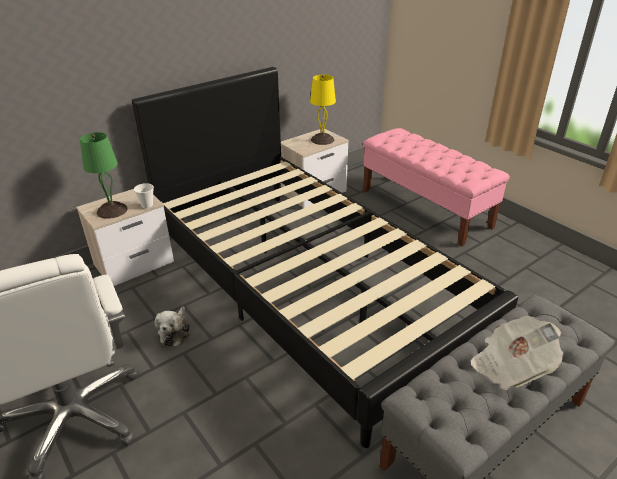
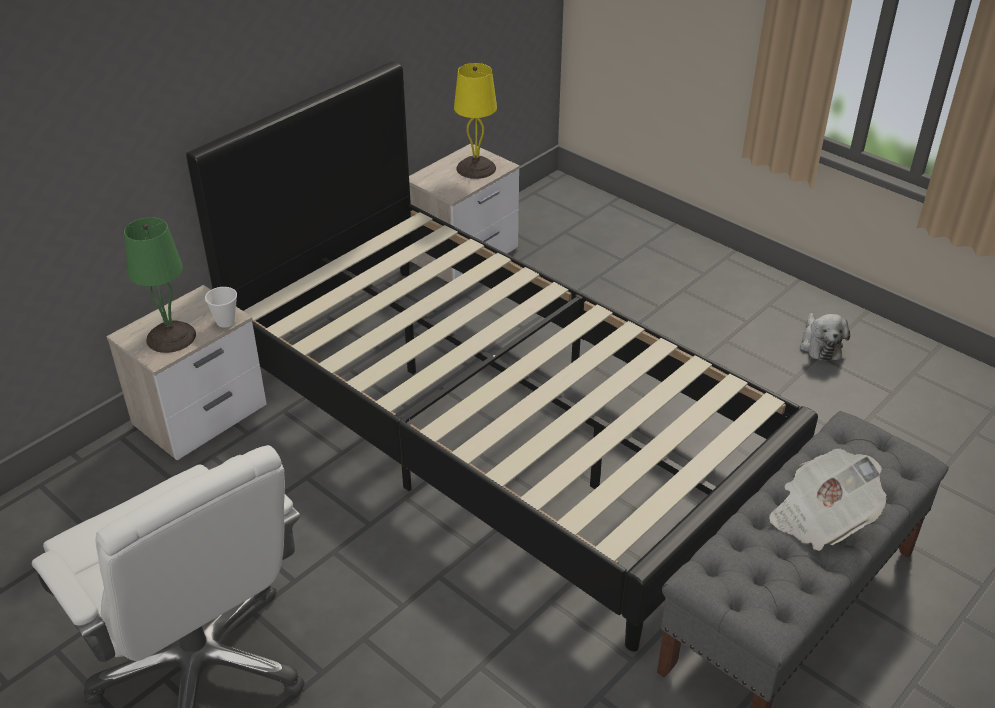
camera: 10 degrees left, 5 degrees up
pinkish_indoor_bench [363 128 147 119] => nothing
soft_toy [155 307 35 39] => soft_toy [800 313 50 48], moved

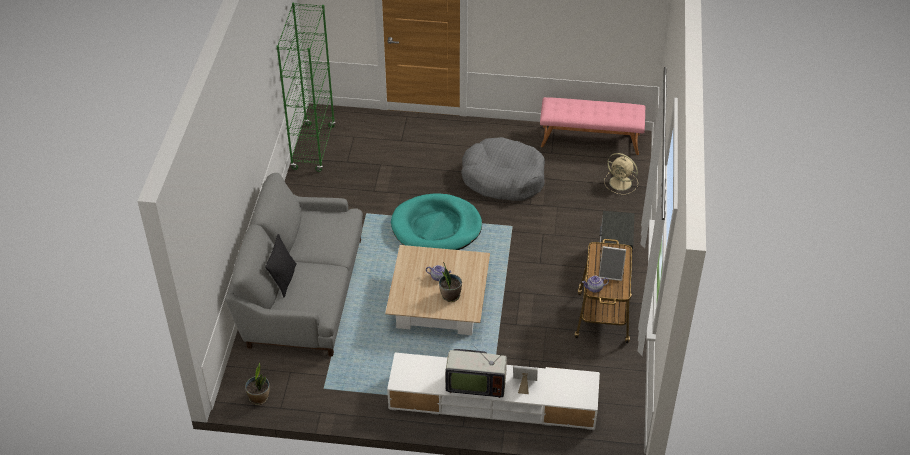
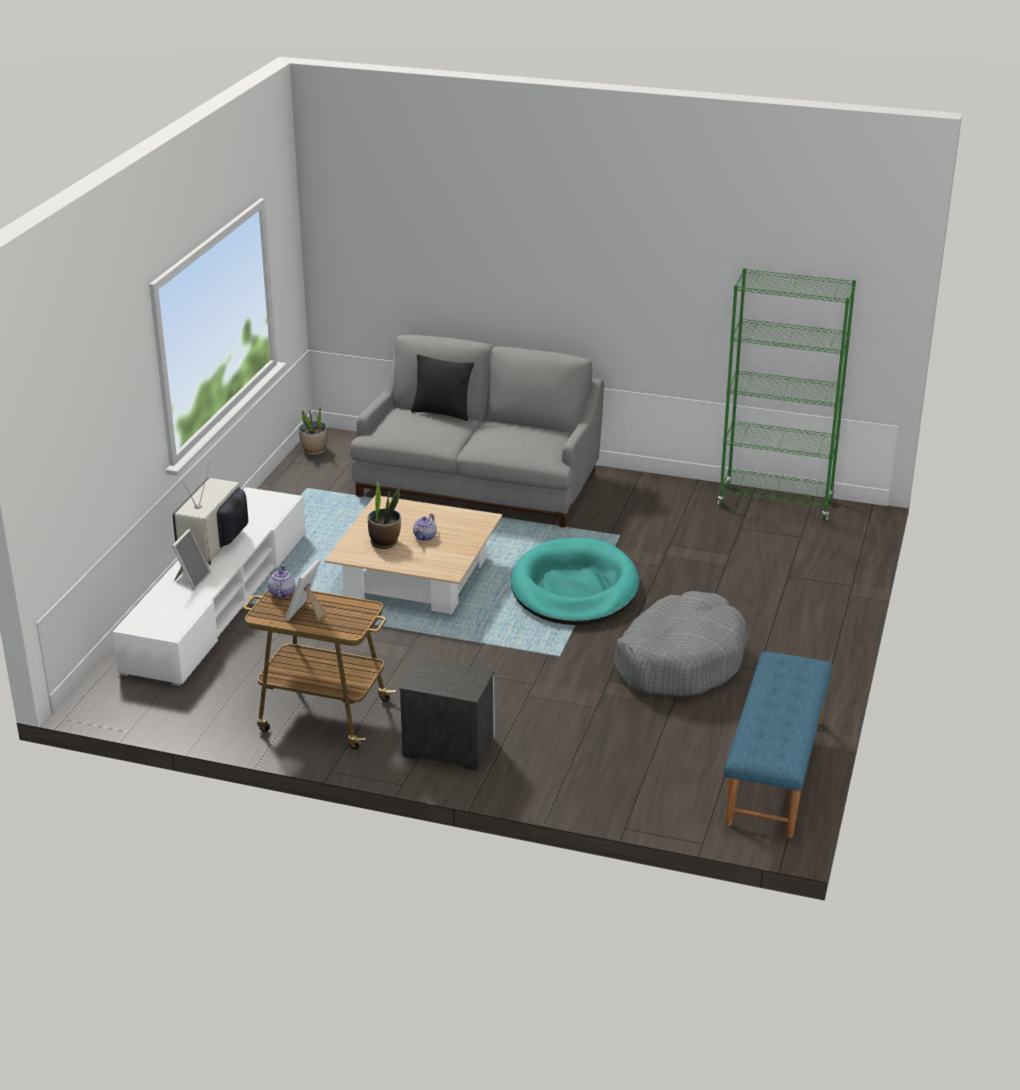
camera: 100 degrees right, 15 degrees down
pinkish_indoor_bench [540 97 105 58] => bluish_indoor_bench [724 652 109 186]
sand-coloured_cooling_fan [604 153 34 42] => nothing

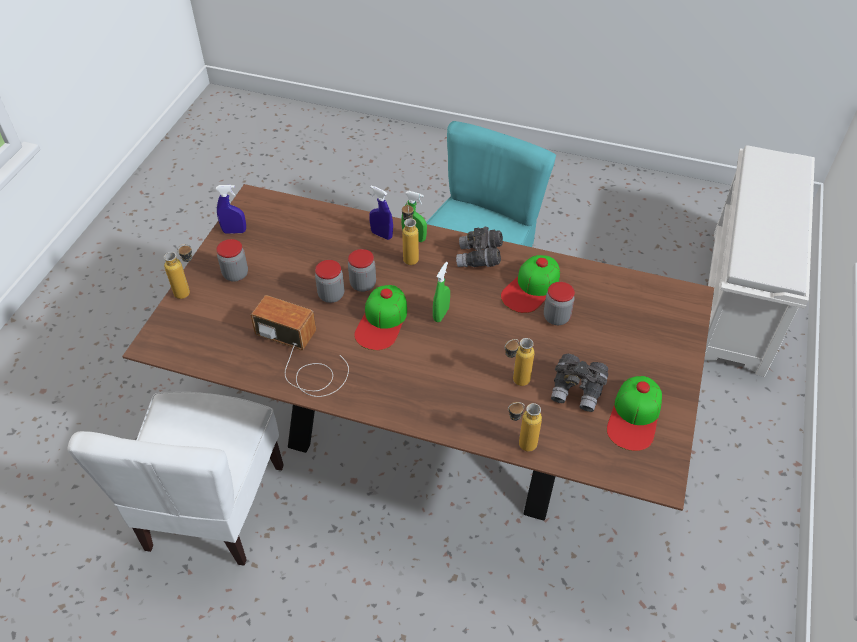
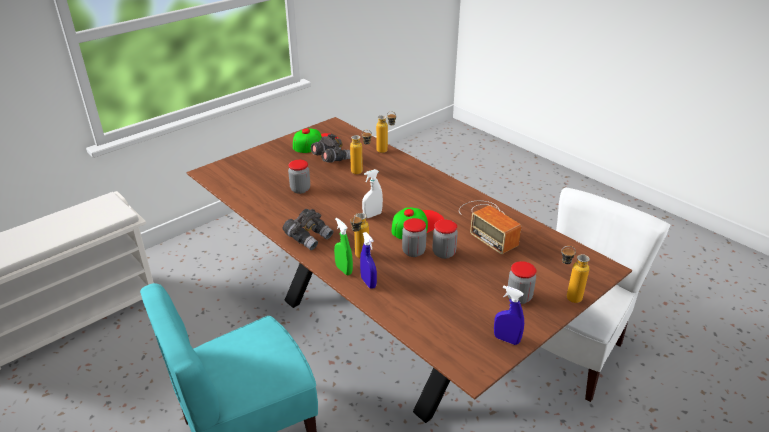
camera: 150 degrees left, 15 degrees down
peaked_cap [501 255 59 58] => nothing
green-coloured_hand_sprayer [433 262 17 60] => white_hand_sprayer [362 169 21 49]

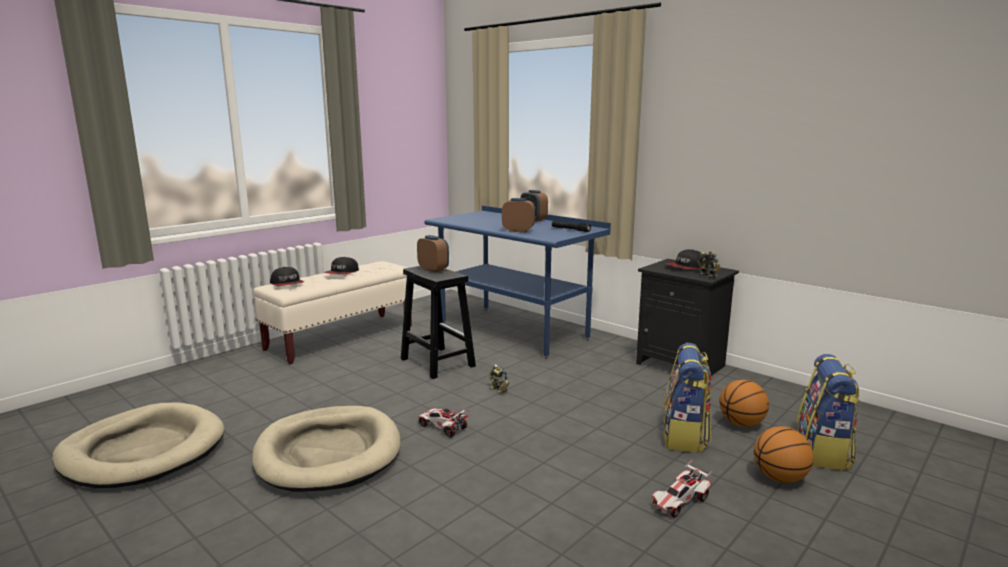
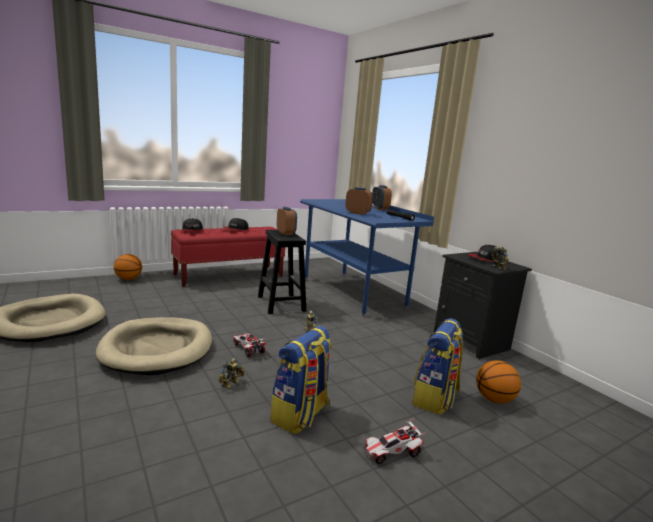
camera: 15 degrees right, 0 degrees up
sand-coloured_indoor_bench [253 261 159 104] => red_indoor_bench [171 227 114 60]
rucksack [797 354 62 116] => rucksack [270 326 62 109], moved
basketball_ball [754 426 60 57] => basketball_ball [114 254 28 26], moved
nothing => robot_figure [219 358 26 31]

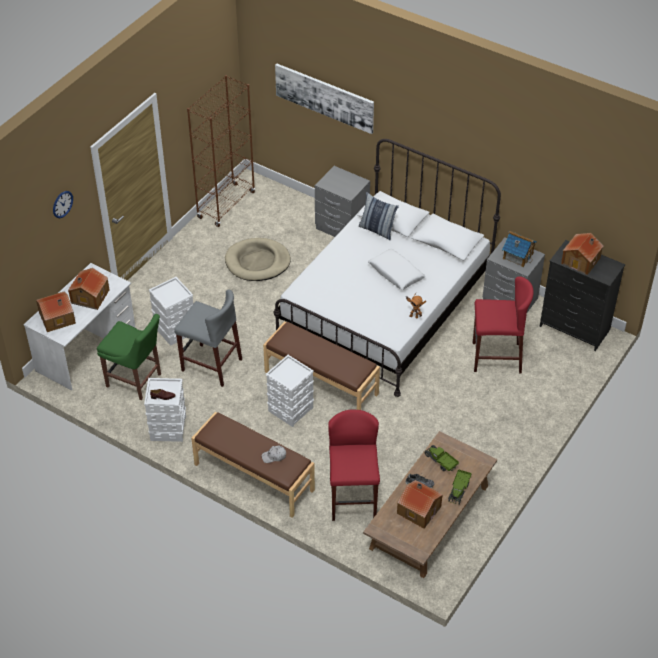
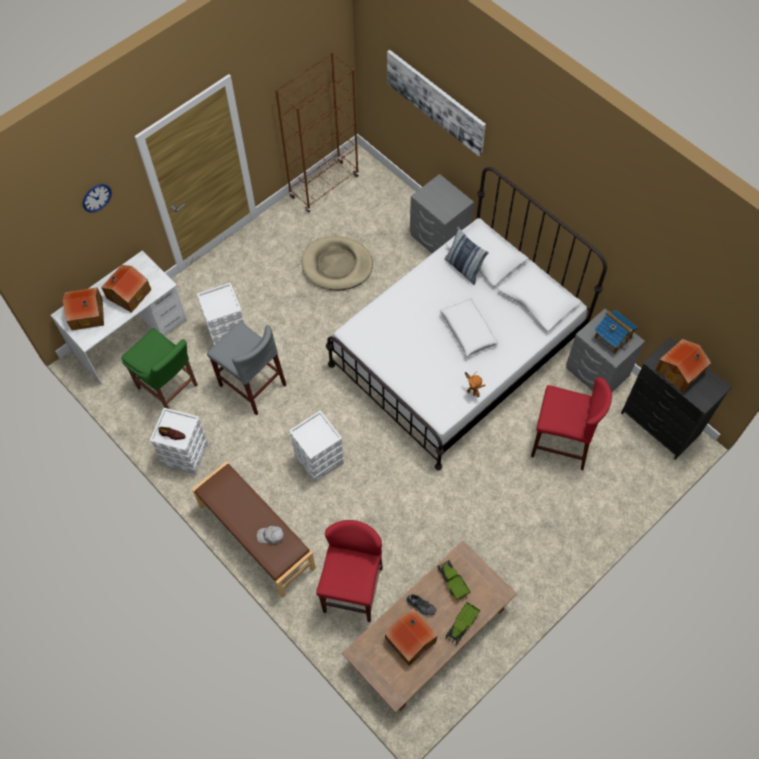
camera: 15 degrees right, 15 degrees up
brown-coloured_indoor_bench [263 321 117 89] => nothing

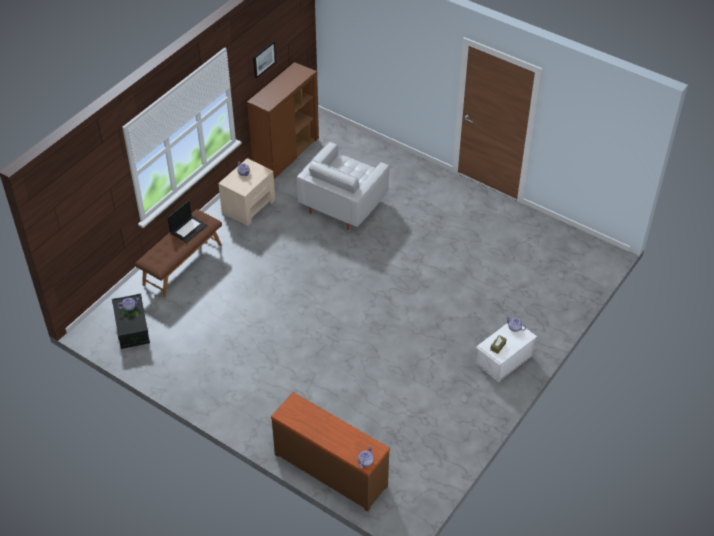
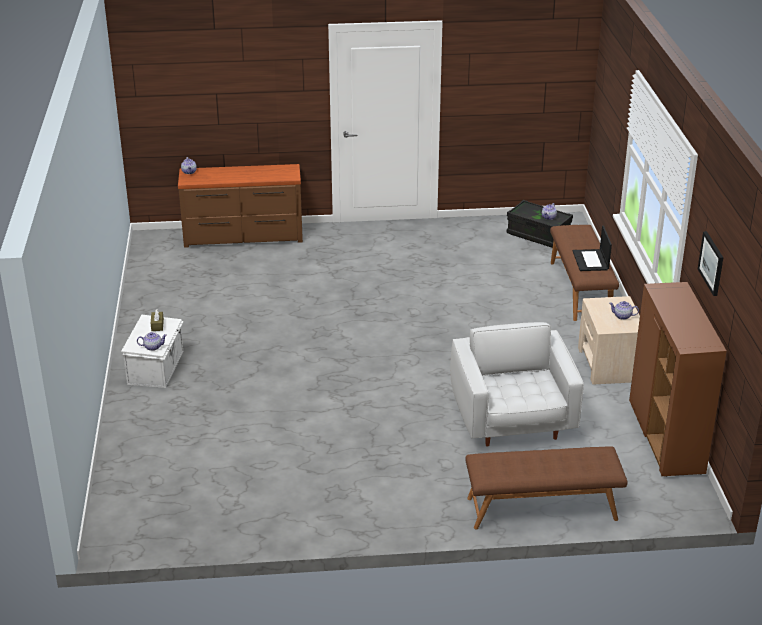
camera: 140 degrees right, 15 degrees down
nothing => brown-coloured_indoor_bench [465 447 163 82]

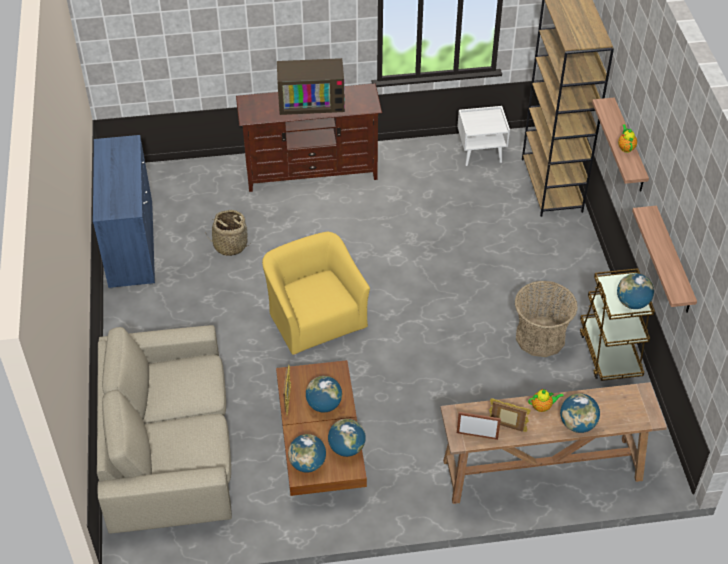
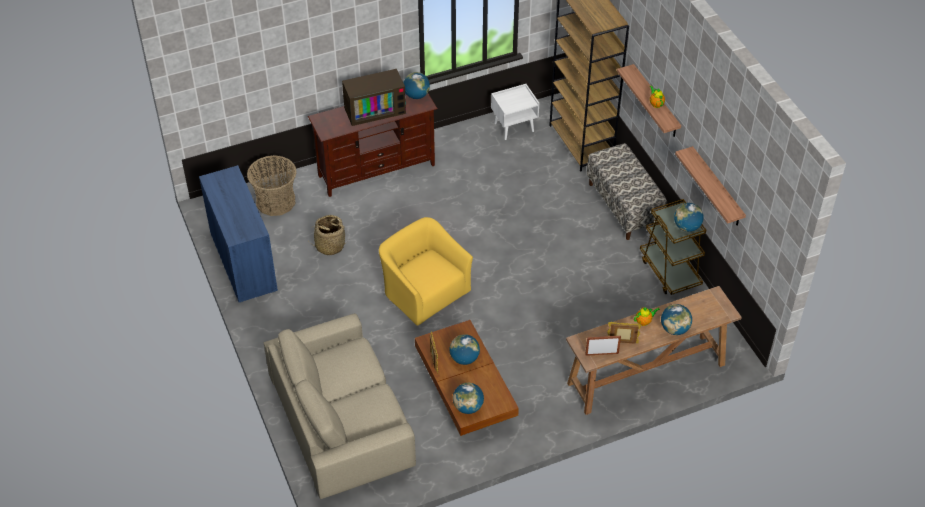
camera: 15 degrees left, 0 degrees up
basket [515 281 63 76] => basket [247 155 49 61], moved
globe [328 419 38 38] => globe [403 72 27 27], moved
nothing => indoor_bench [587 143 80 97]

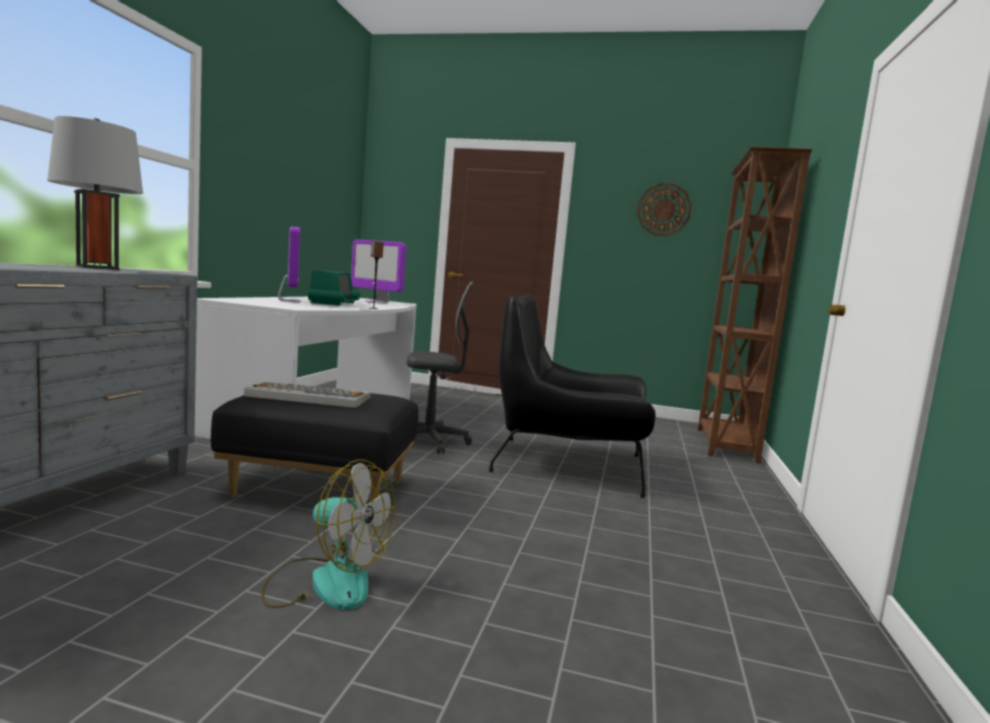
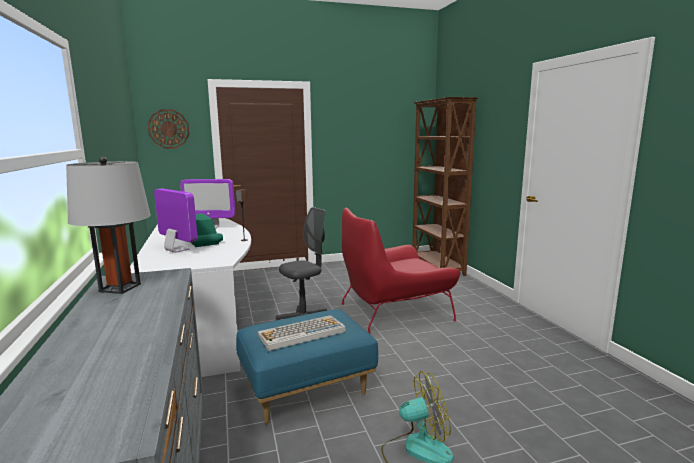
camera: 30 degrees left, 5 degrees up
hanging_clock [637 183 55 53] => hanging_clock [148 109 42 40], moved
blackish_lounge_chair [489 295 167 203] => red_lounge_chair [342 208 118 125]
blackish_ottoman [211 393 208 109] => bluish_ottoman [236 309 142 115]

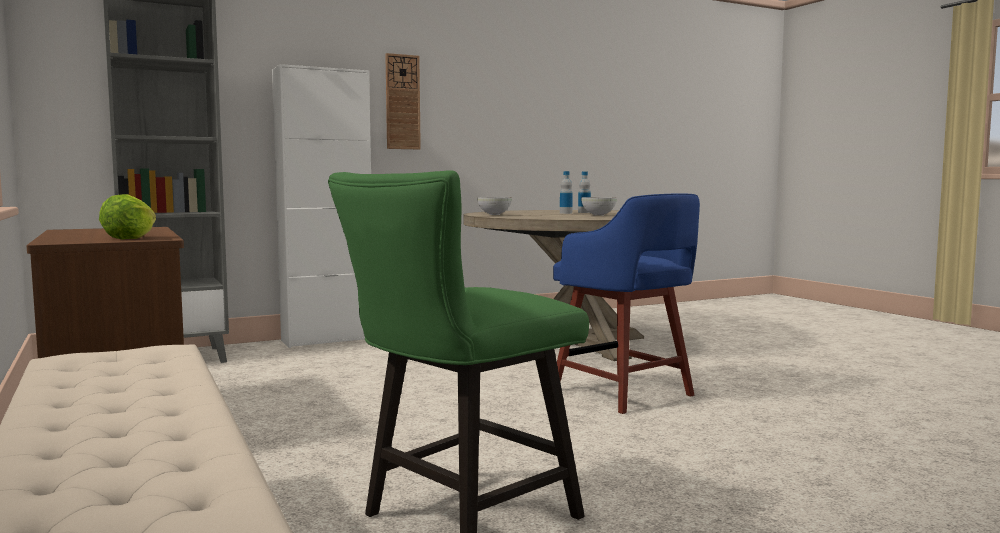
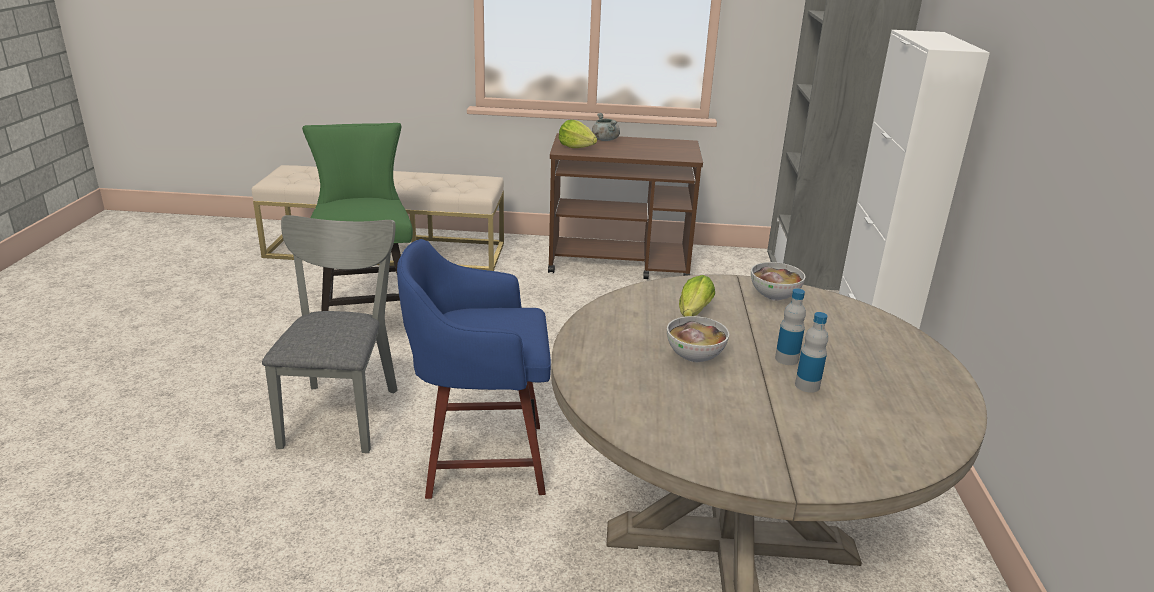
camera: 120 degrees right, 20 degrees up
hanging_clock [385 53 36 97] => nothing
nothing => gray_saucepot [592 113 28 28]
nothing => gray_upright_chair [262 215 136 238]
nothing => head_of_lettuce [679 275 36 42]

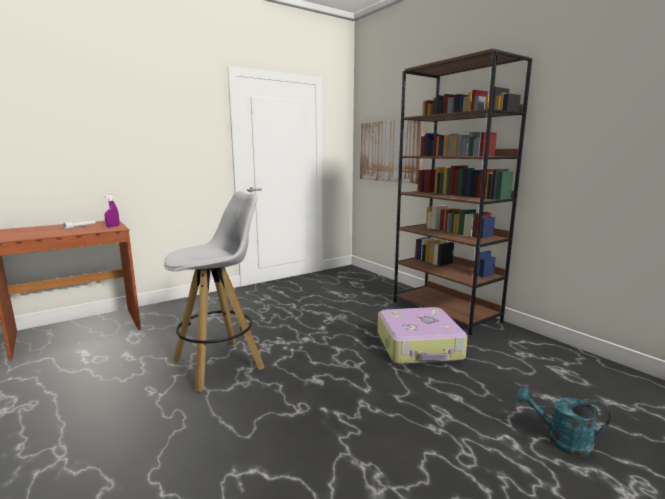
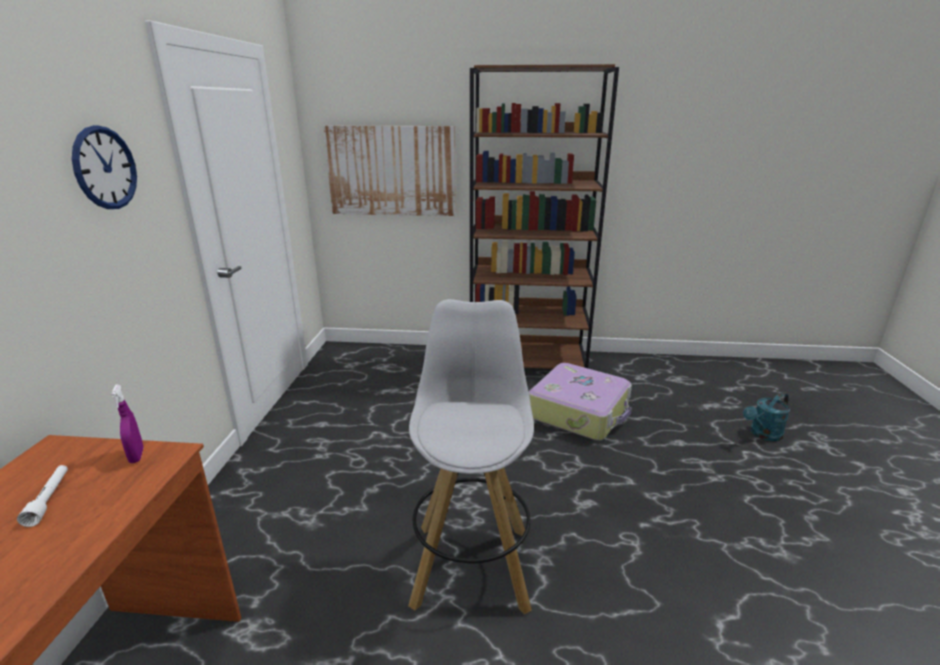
camera: 50 degrees left, 10 degrees up
nothing => hanging_clock [72 125 65 84]

